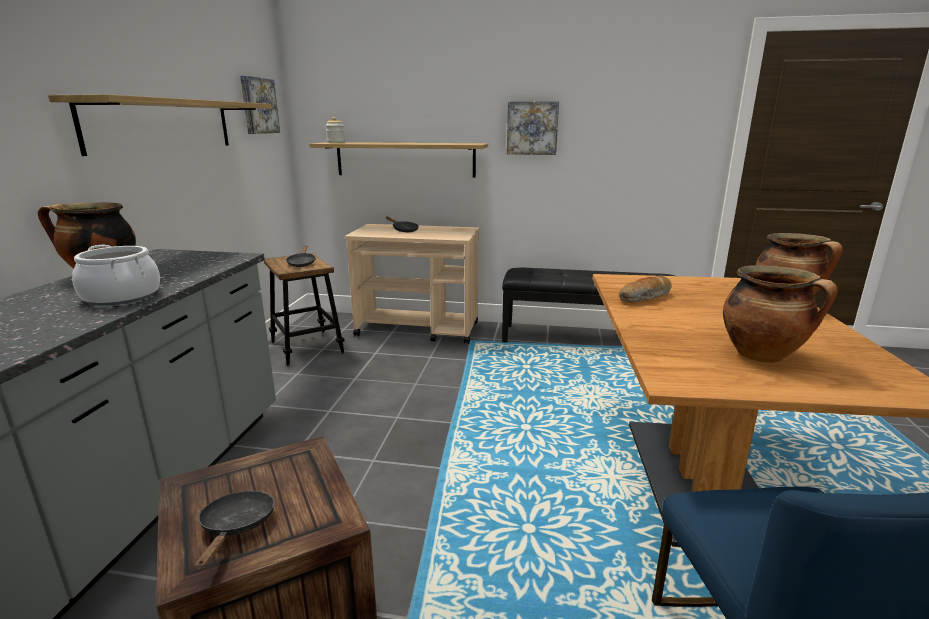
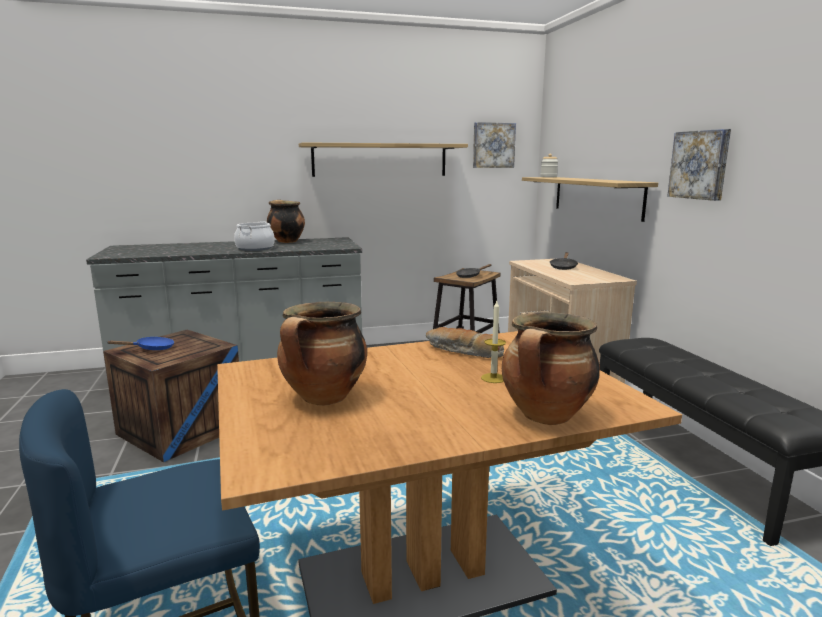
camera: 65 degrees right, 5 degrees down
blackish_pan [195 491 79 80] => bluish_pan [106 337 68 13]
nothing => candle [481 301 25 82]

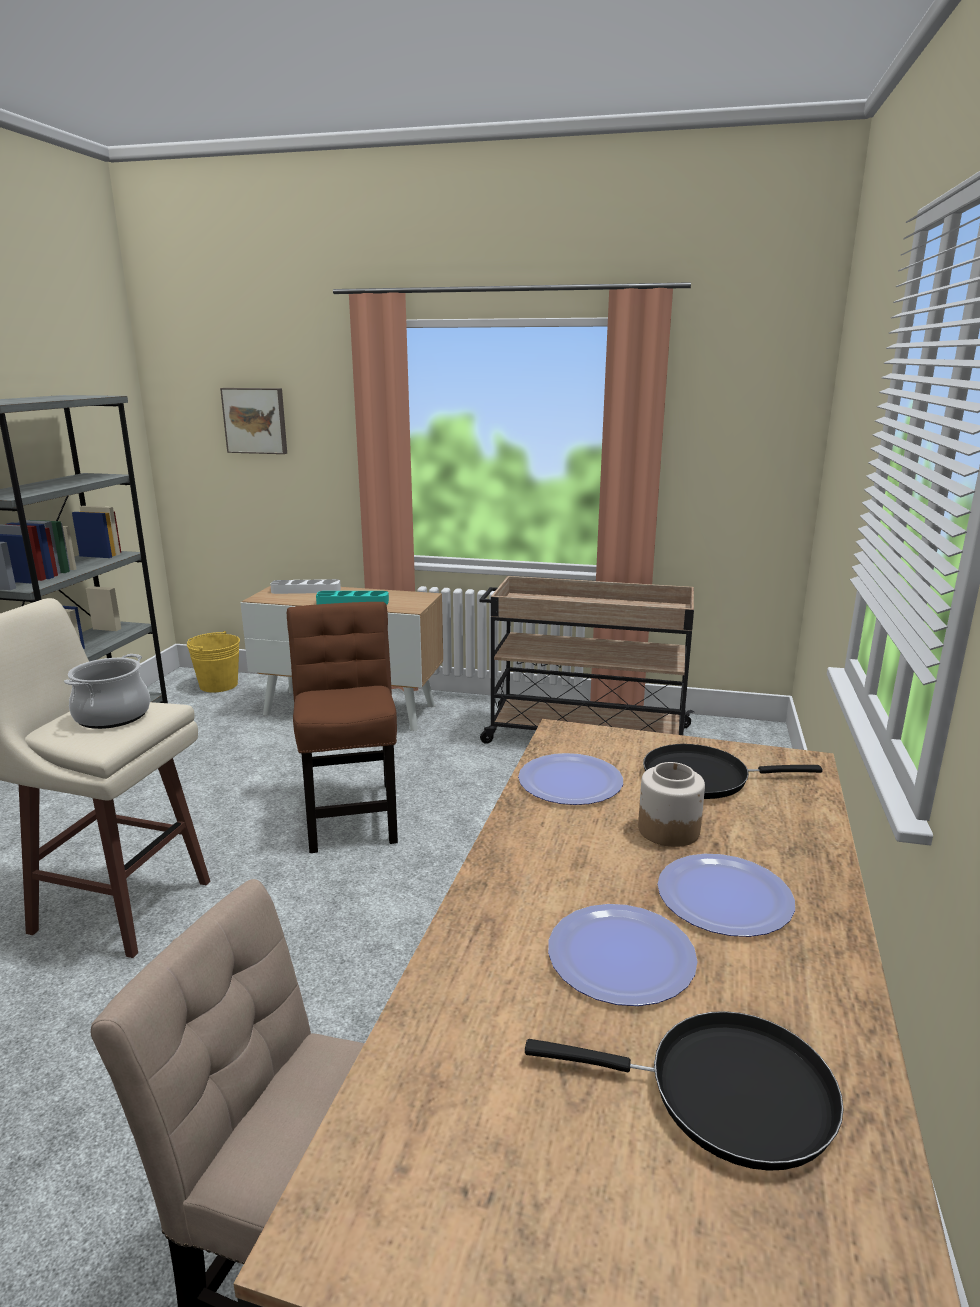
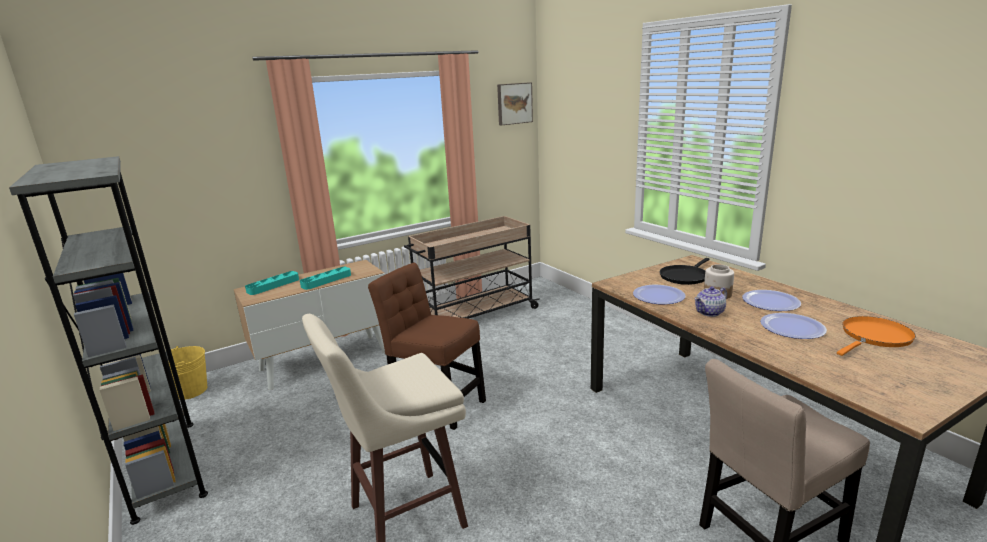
camera: 45 degrees left, 0 degrees up
wall_picture [220 388 67 66] => wall_picture [497 82 36 43], moved
white_carrying_tray [270 579 71 15] => turquoise_carrying_tray [245 271 54 24]
saucepot [64 654 86 75] => nothing
blackish_pan [525 1011 319 160] => orange_pan [837 316 79 40]
nothing => teapot [695 286 32 31]

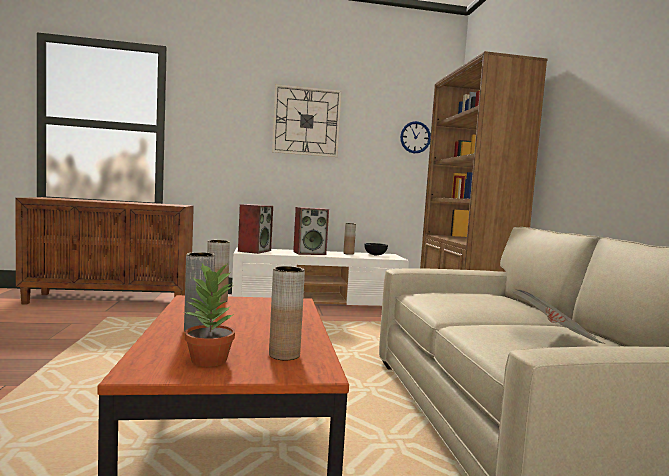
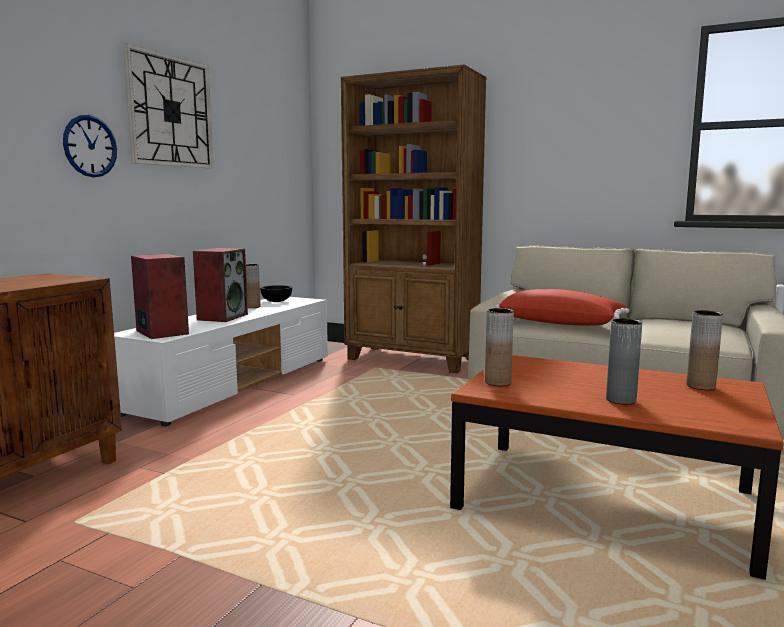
camera: 55 degrees left, 5 degrees up
hanging_clock [400 121 31 32] => hanging_clock [63 115 54 62], moved
houseplant [184 262 51 105] => nothing
printed_paper [513 289 92 55] => nothing
nothing => red_cushion [495 289 135 37]

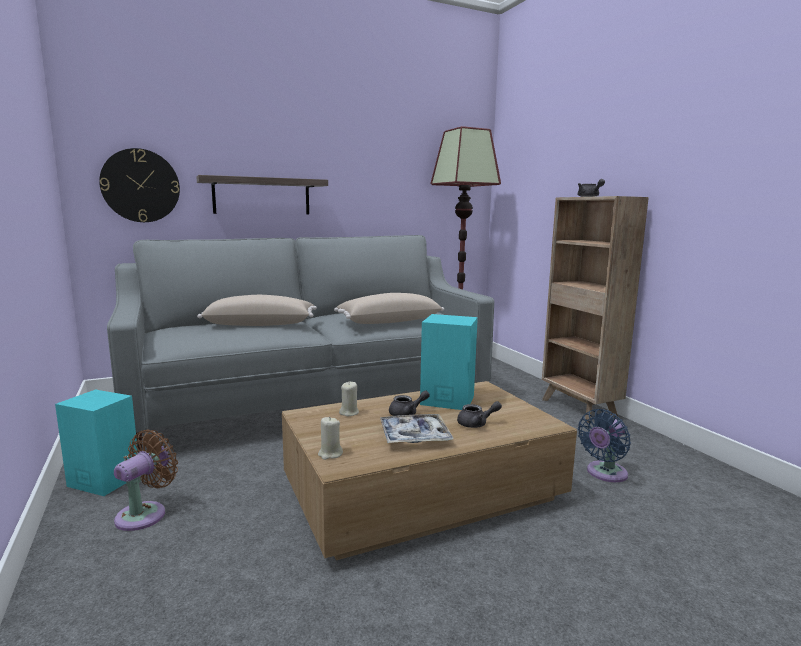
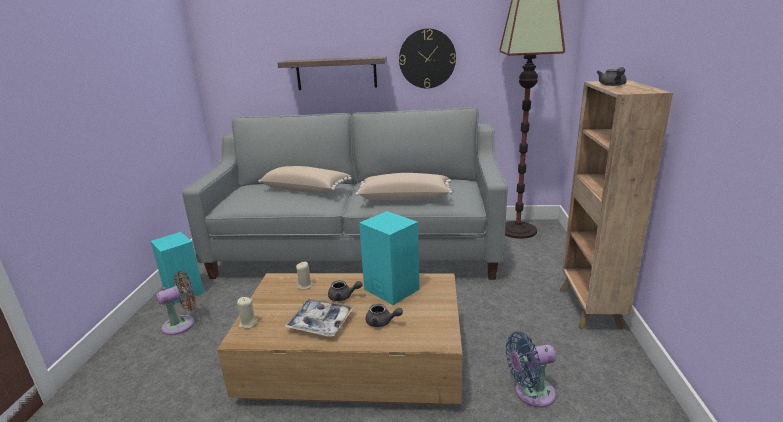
camera: 30 degrees right, 10 degrees up
hanging_clock [99 148 81 74] => hanging_clock [399 29 57 59], moved

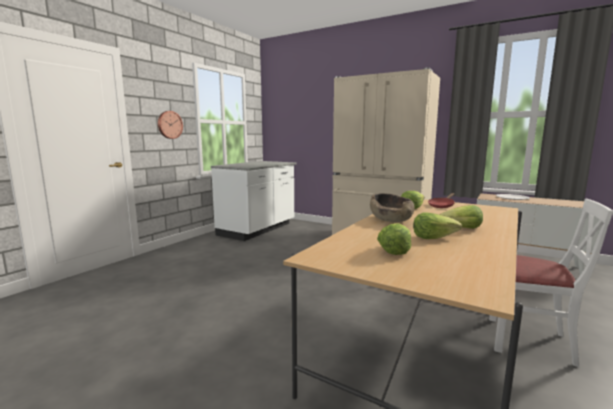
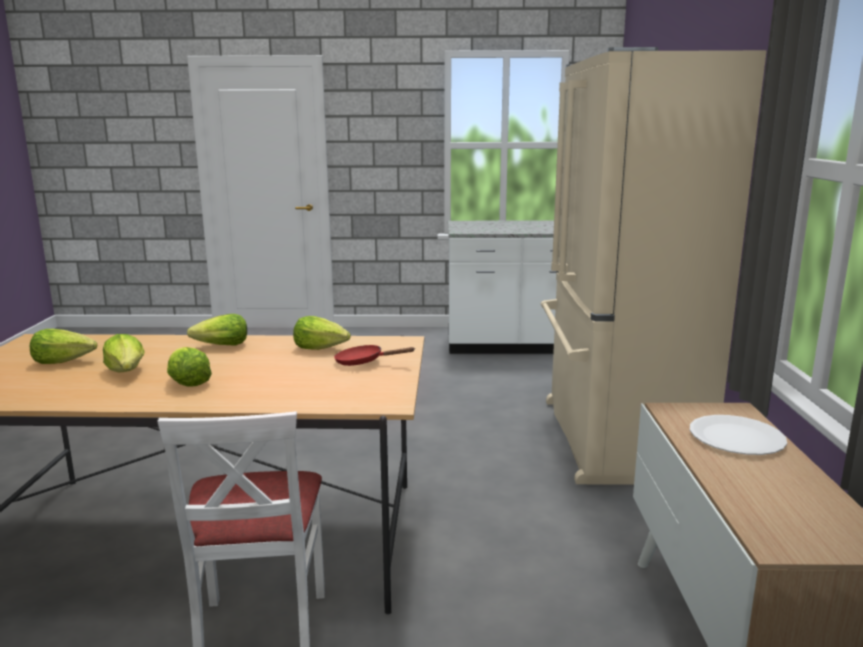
camera: 60 degrees right, 5 degrees up
hanging_clock [158 111 25 28] => nothing
brown-coloured_serving_bowl [370 193 45 29] => head_of_lettuce [187 314 60 32]

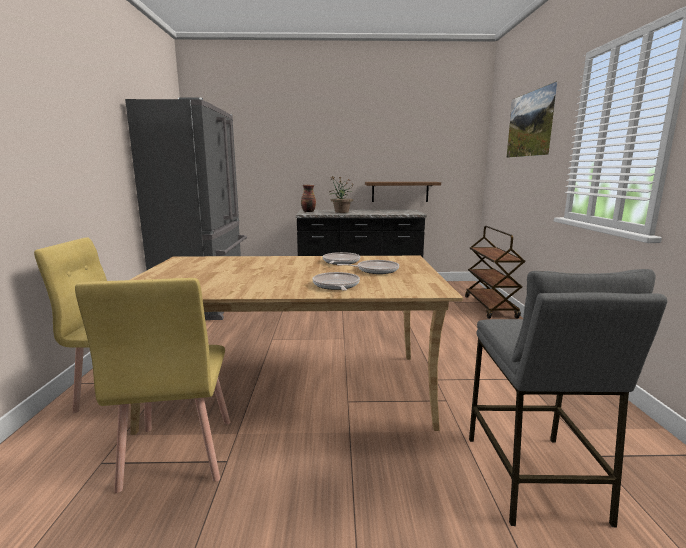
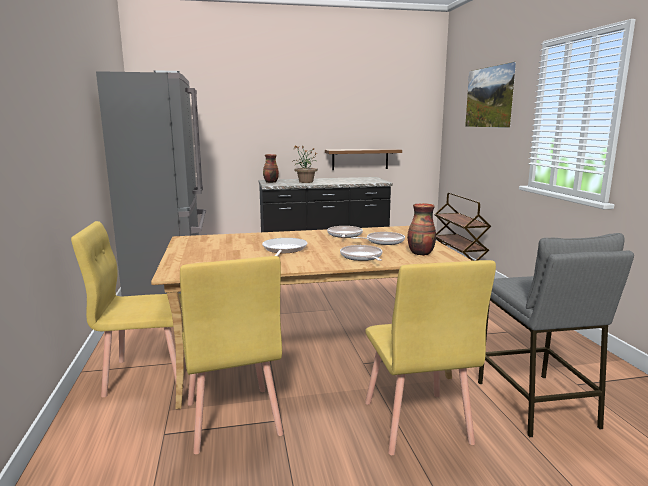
camera: 10 degrees left, 0 degrees up
nothing => vase [407 203 29 53]
nothing => pan [262 238 45 18]
nothing => yellow_upright_chair [365 260 131 195]

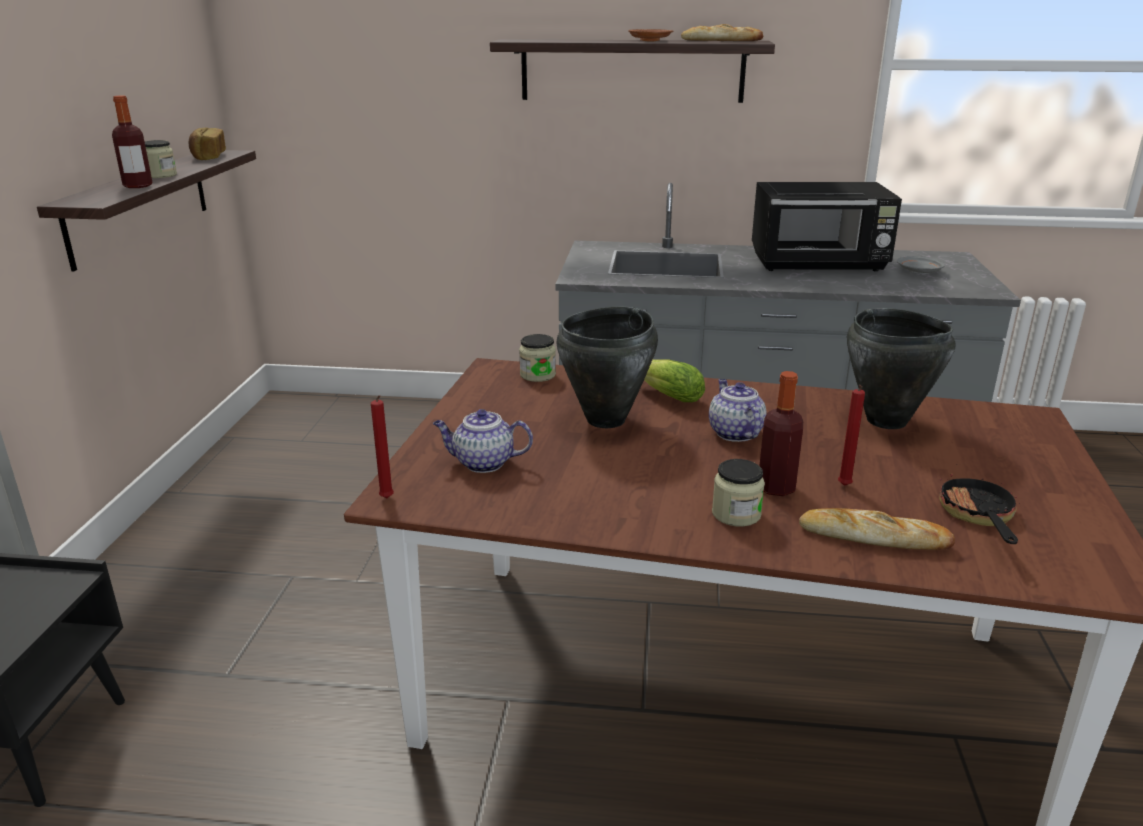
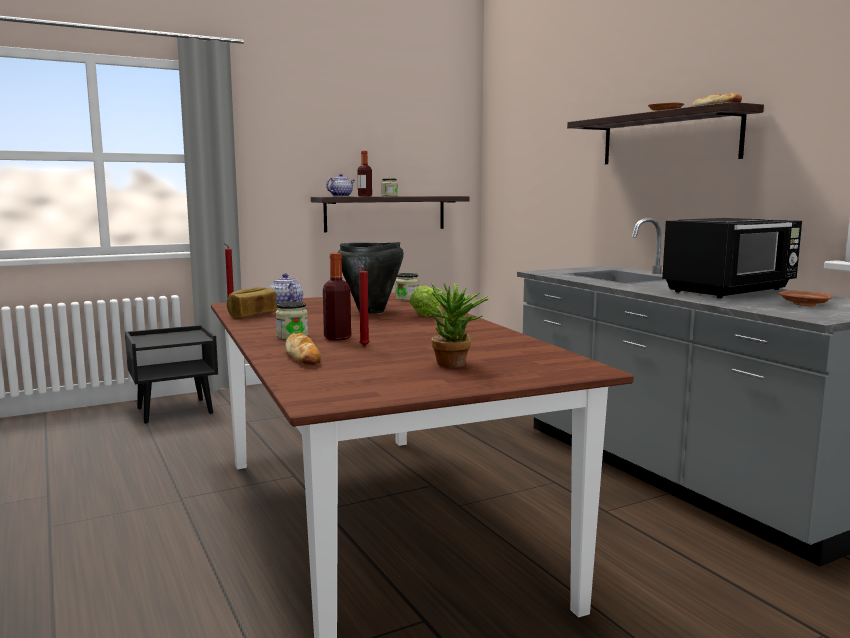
camera: 55 degrees right, 15 degrees down
baked_bread [189 127 37 33] => baked_bread [227 287 50 30], moved
blackish_microwave_oven [752 182 150 89] => blackish_microwave_oven [662 218 140 80], 90 degrees counterclockwise
gray_plate [897 256 48 18] => brown-coloured_plate [779 291 53 15]
blackish_saucepot [847 308 109 121] => nothing
teapot [709 379 58 63] => teapot [326 174 28 23], moved
pan [939 464 81 80] => nothing
nothing => houseplant [428 282 61 86]

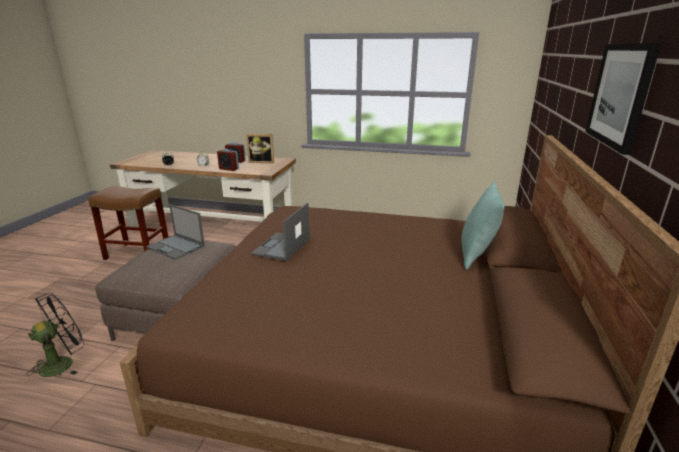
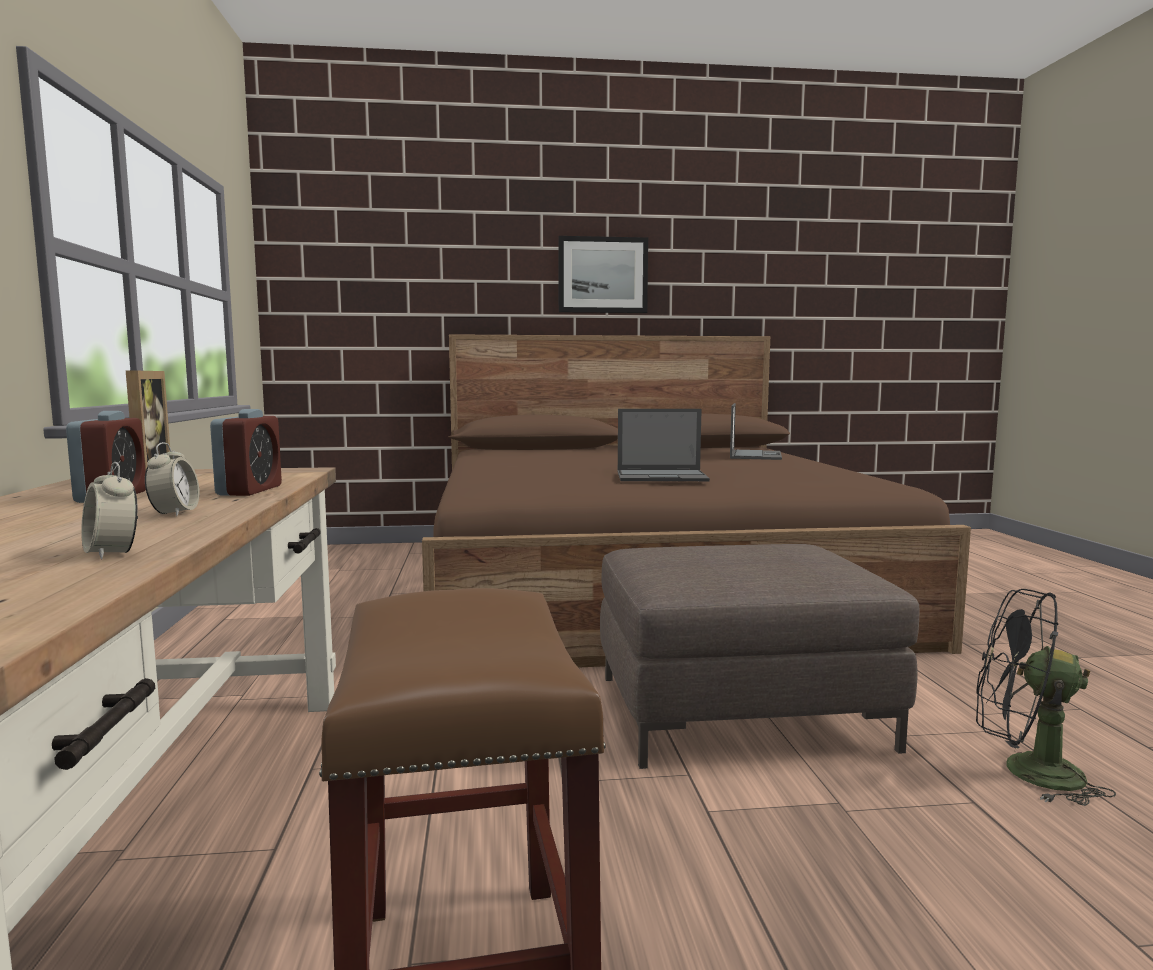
camera: 110 degrees left, 15 degrees down
turquoise_cushion [462 181 43 89] => nothing
portable_computer [146 204 59 56] => portable_computer [730 403 52 57], moved

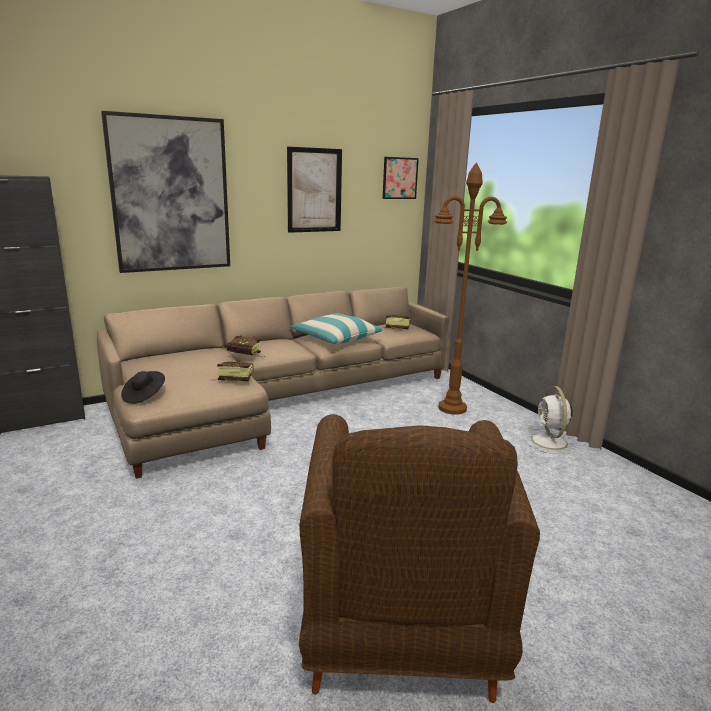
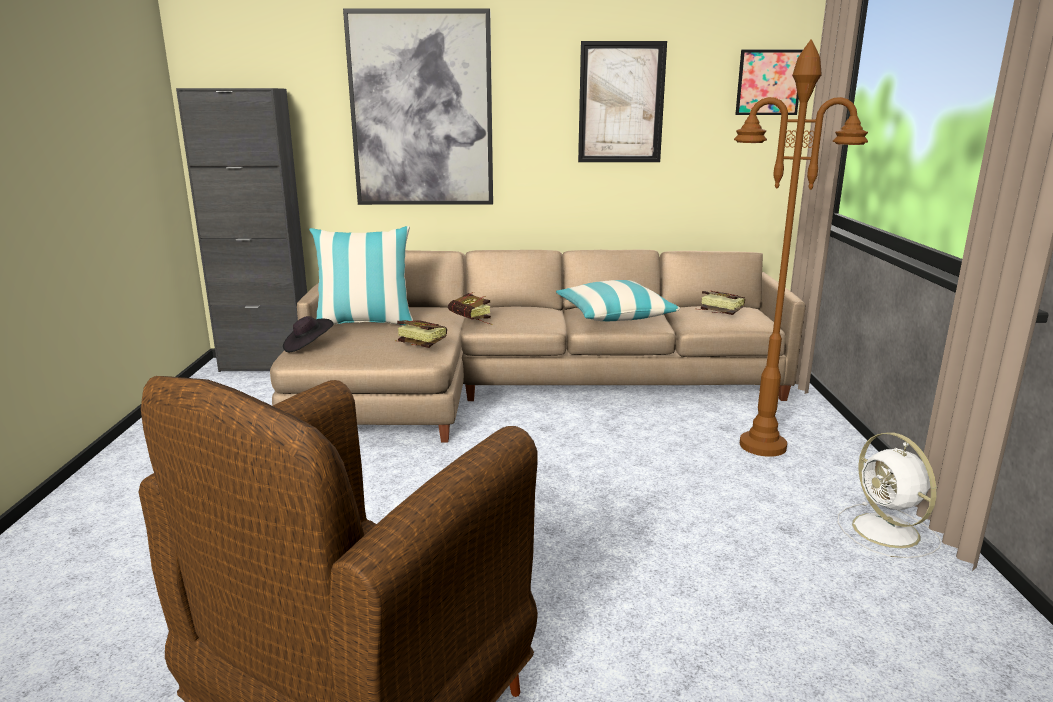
camera: 30 degrees right, 0 degrees up
white_cooling_fan [524 386 54 68] => white_cooling_fan [838 432 104 126], 45 degrees counterclockwise
nothing => cushion [309 226 104 99]

